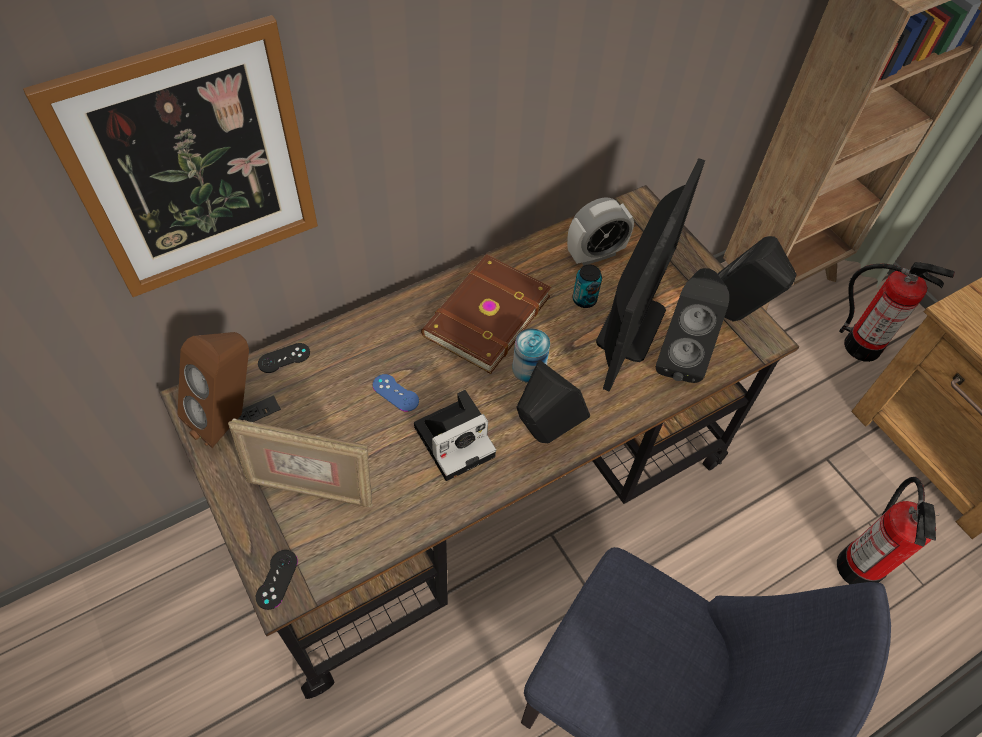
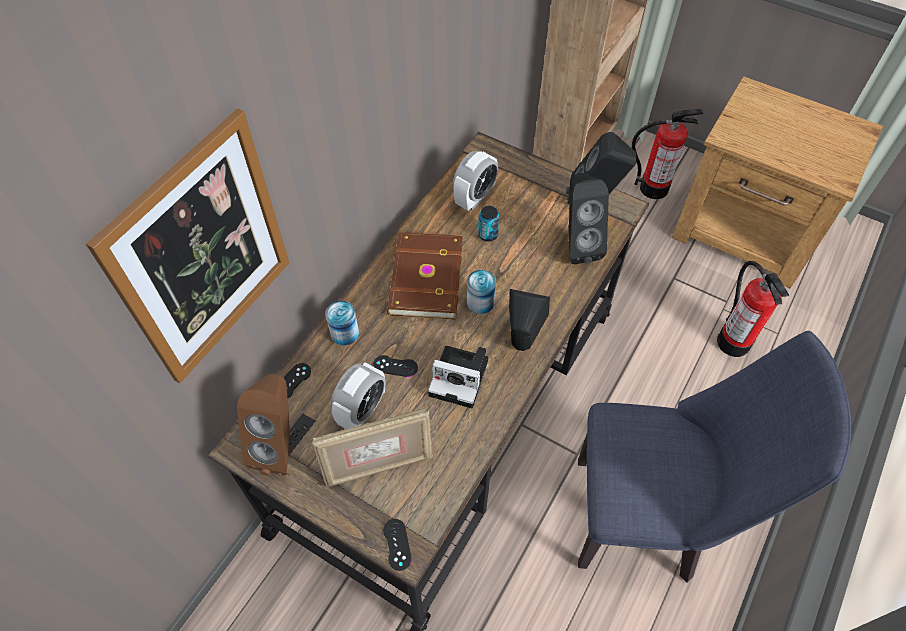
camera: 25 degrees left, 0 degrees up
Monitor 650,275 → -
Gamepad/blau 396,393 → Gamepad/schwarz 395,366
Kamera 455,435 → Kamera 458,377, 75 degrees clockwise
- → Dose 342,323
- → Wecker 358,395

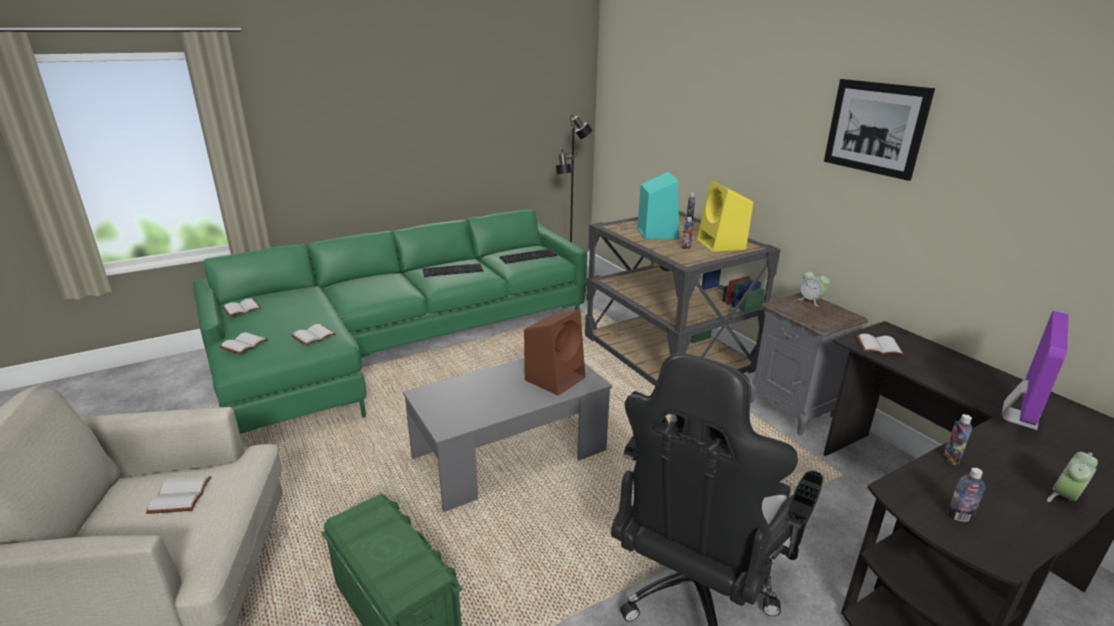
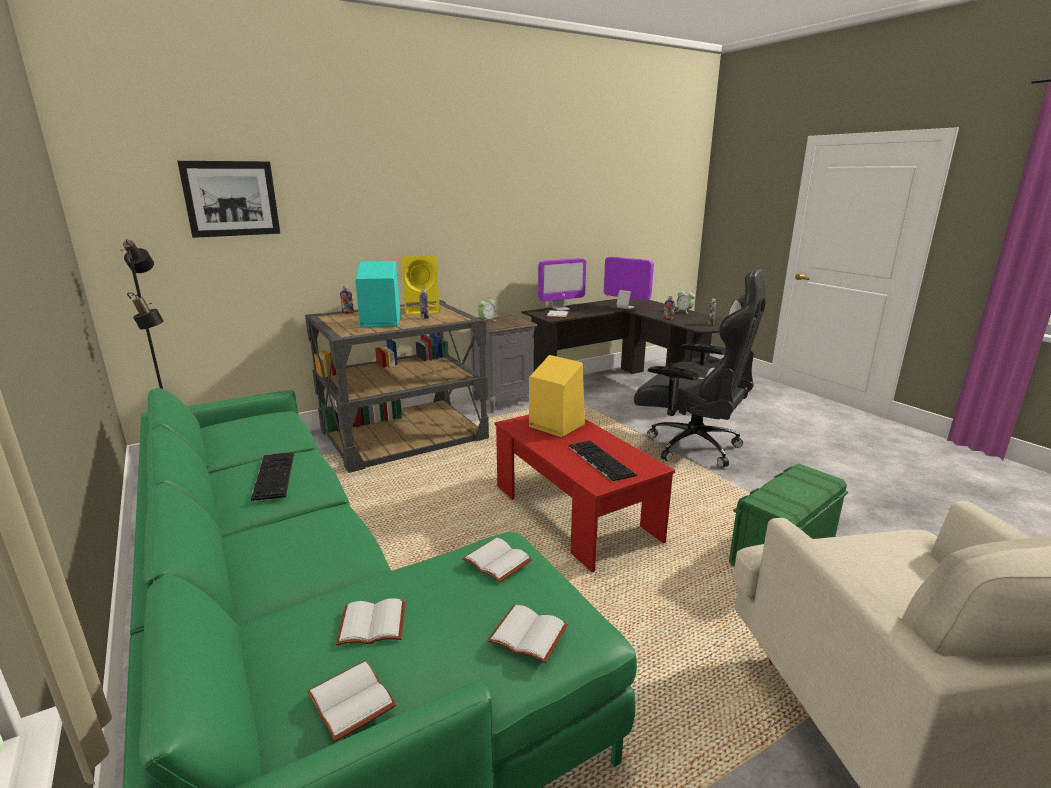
camera: 90 degrees left, 5 degrees down
Bild 879,130 → Bild 228,199, shifted
Tastatur 528,256 → Tastatur 603,461, shifted
Lautsprecher/braun 554,352 → Lautsprecher/gelb 557,396
Couchtisch/grau 507,435 → Couchtisch/rot 585,494
Buch/weiß 178,495 → Buch/weiß 370,621, shifted
- → Monitor 562,284

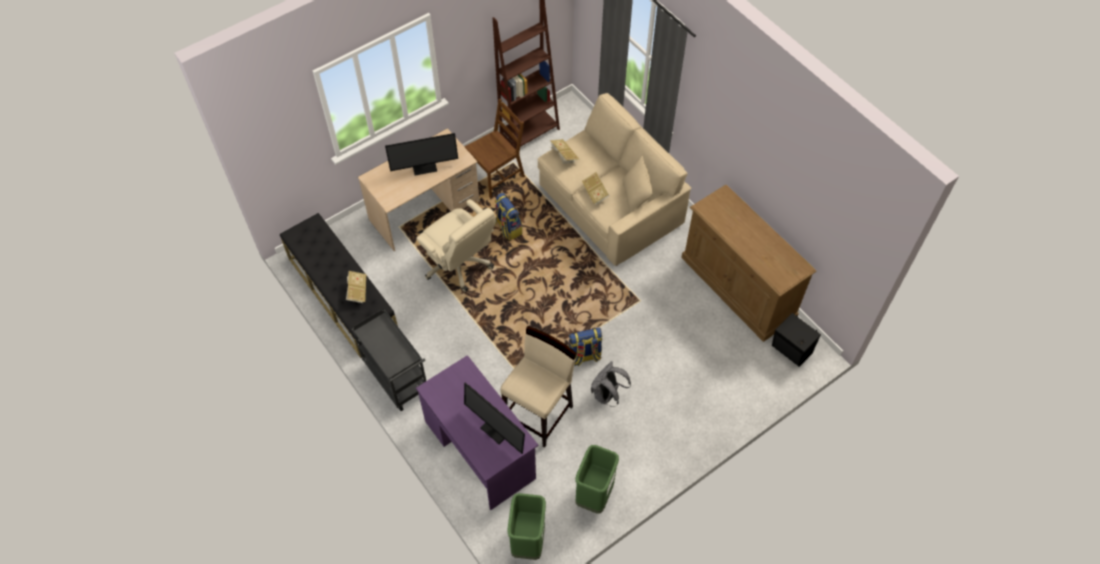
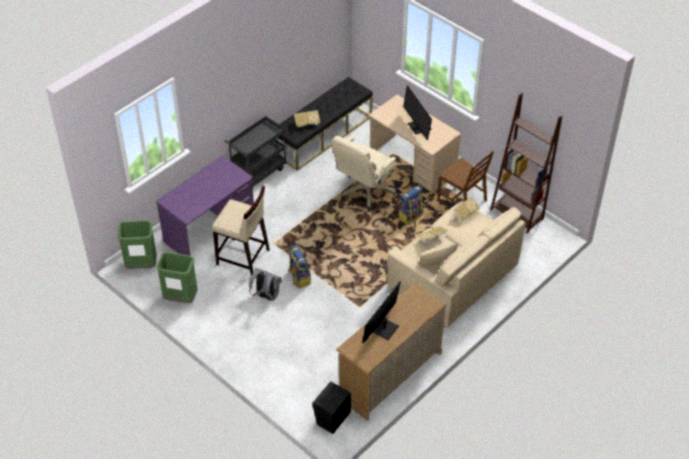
camera: 80 degrees right, 10 degrees down
Monitor 494,418 → Monitor 381,312, shifted

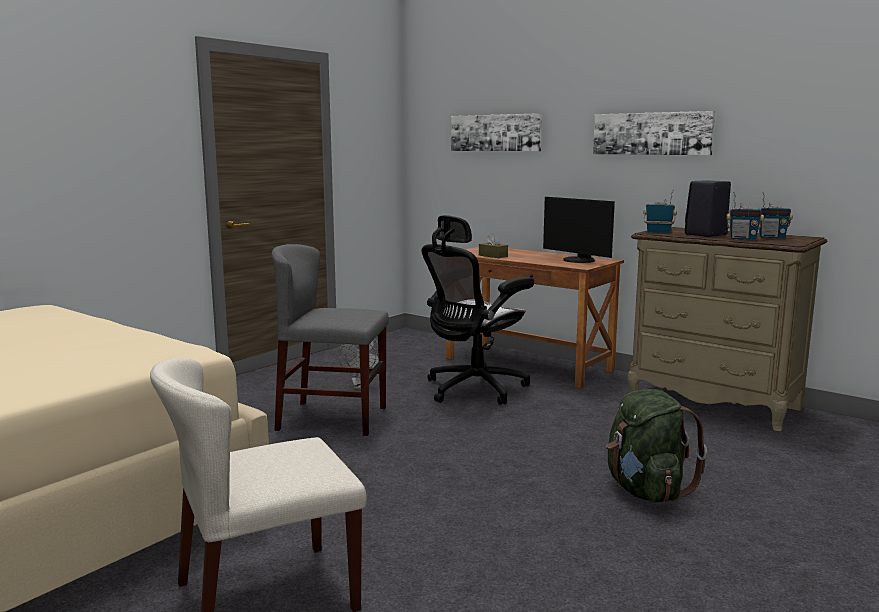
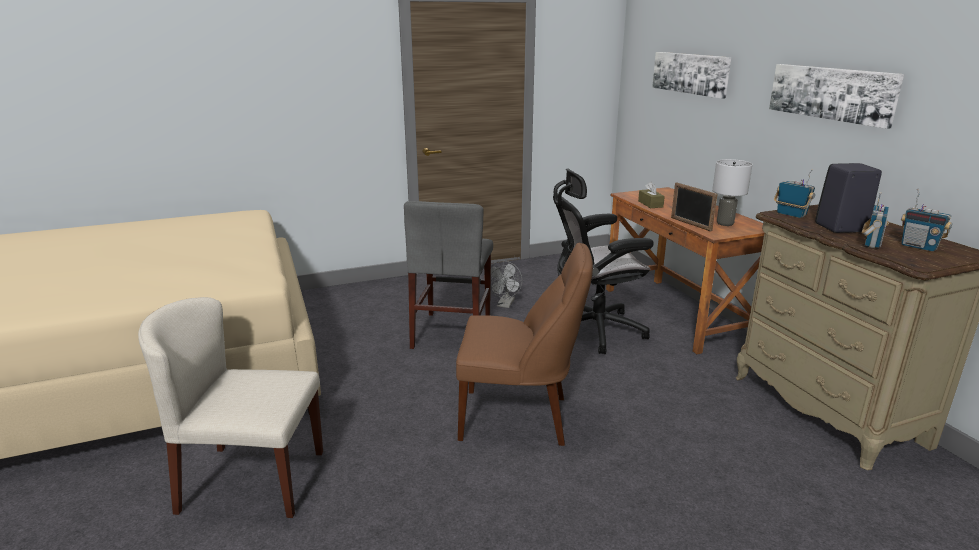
camera: 30 degrees right, 10 degrees up
Radio 745,216 → Radio 875,220, 105 degrees counterclockwise
Monitor 579,230 → Tischlampe/weiß 732,192
Stuhl/grau 330,340 → Stuhl/grau 448,275, 120 degrees counterclockwise
Rucksack/grün 656,445 → -
- → Bilderrahmen 694,207
- → Stuhl/braun 524,344

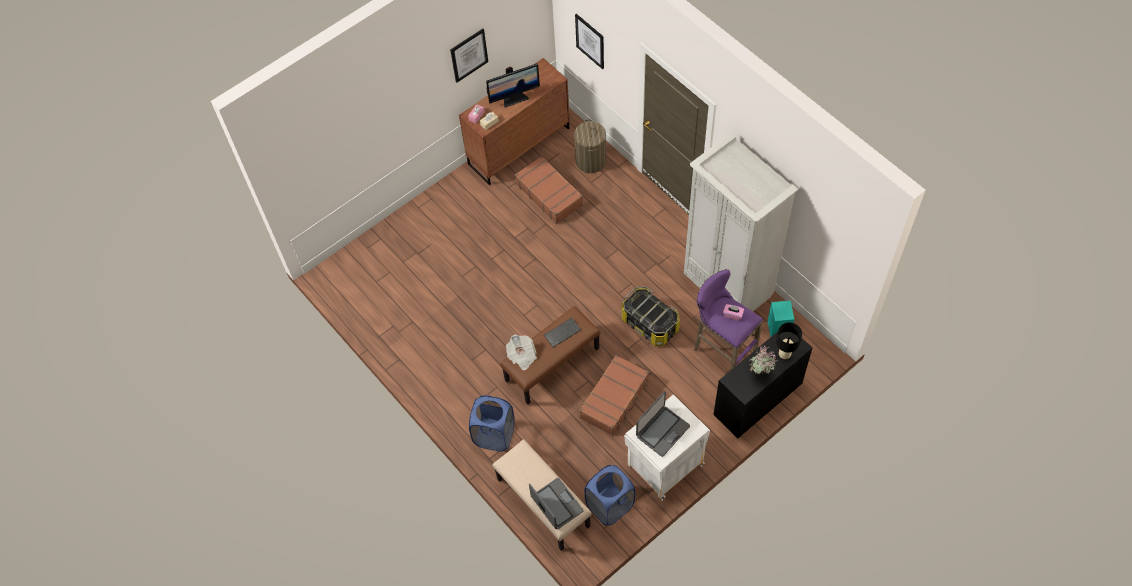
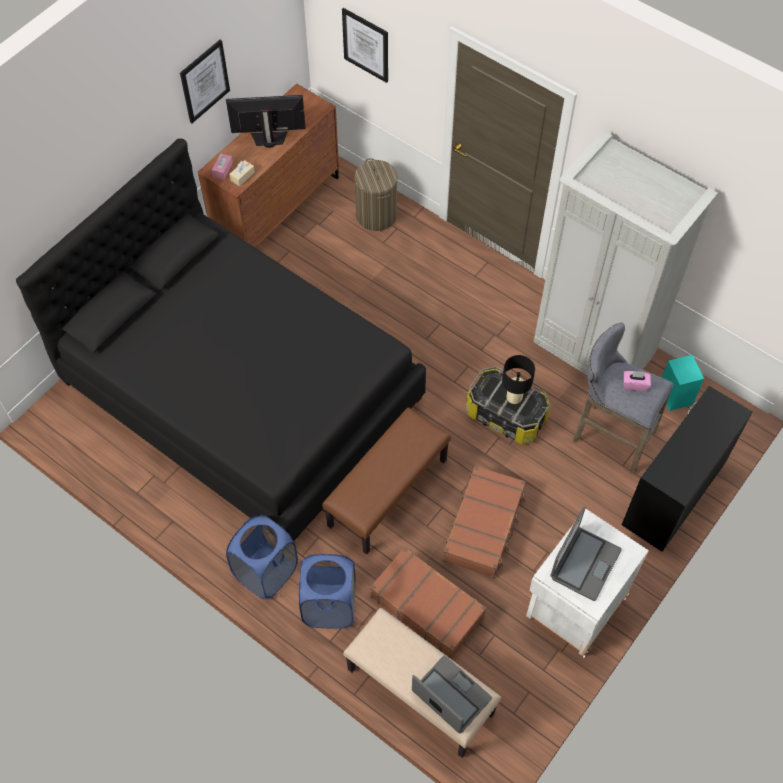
camera: 15 degrees left, 0 degrees up
Monitor 513,86 → Monitor 266,121, 150 degrees counterclockwise
Koffer/braun 549,190 → Koffer/braun 428,603, shifted
Hocker/lila 728,320 → Hocker/grau 623,398
Tastatur 562,332 → -
Tischlampe/schwarz 789,341 → Tischlampe/schwarz 518,380, shifted
Zeitung 521,352 → -
Topfpflanze 763,360 → -
Wäschekorb/blau 609,495 → Wäschekorb/blau 262,557, shifted
- → Bett/schwarz 221,339

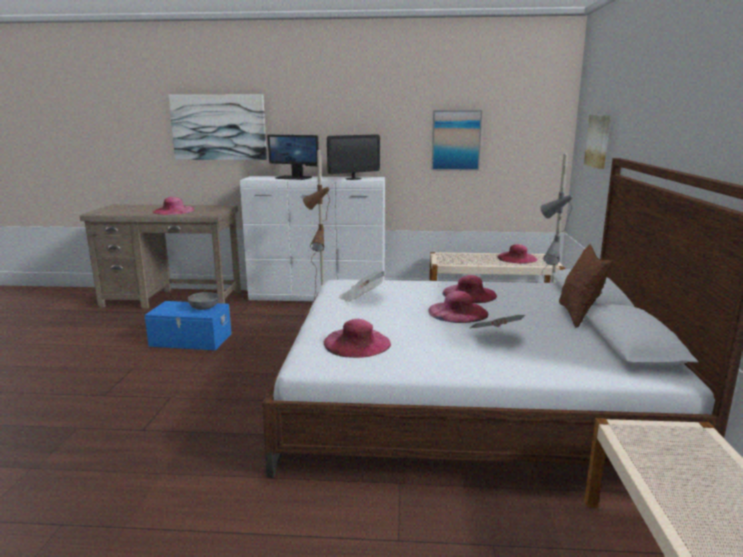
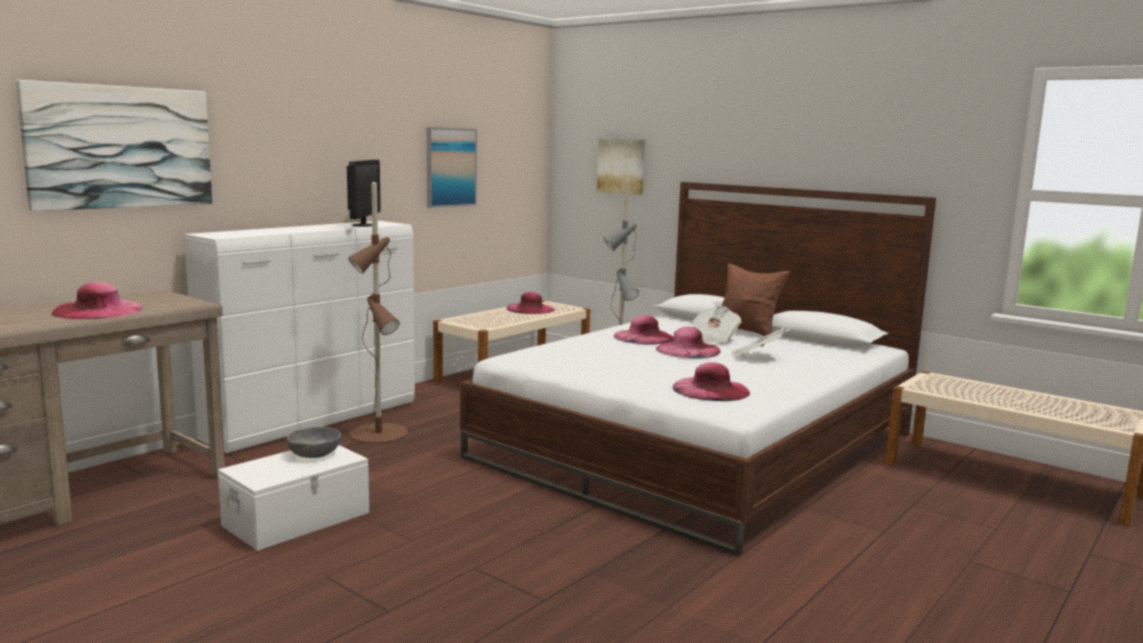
camera: 55 degrees left, 5 degrees down
Monitor 293,157 → -
Zeitung 363,286 → Zeitung 716,324, shifted
Aufbewahrungsbox/blau 188,325 → Aufbewahrungsbox/weiß 293,498

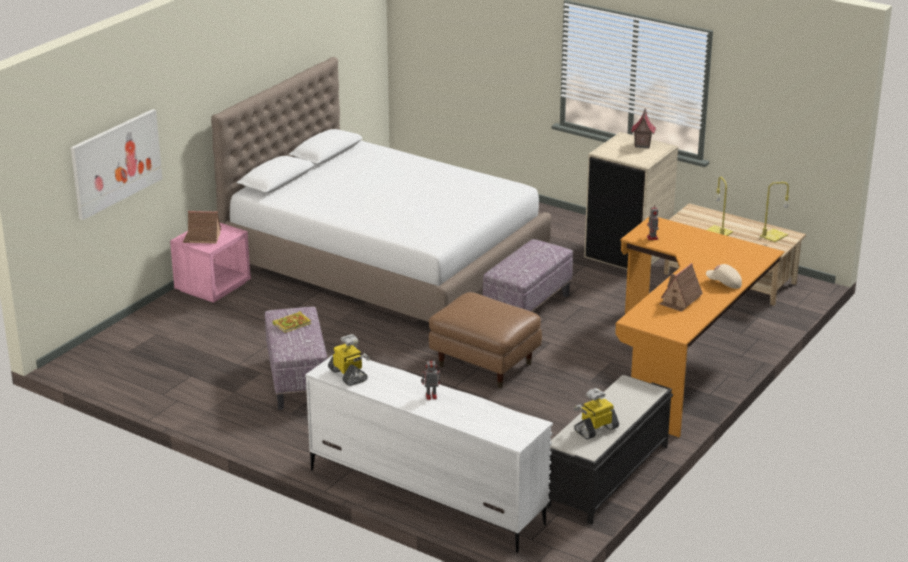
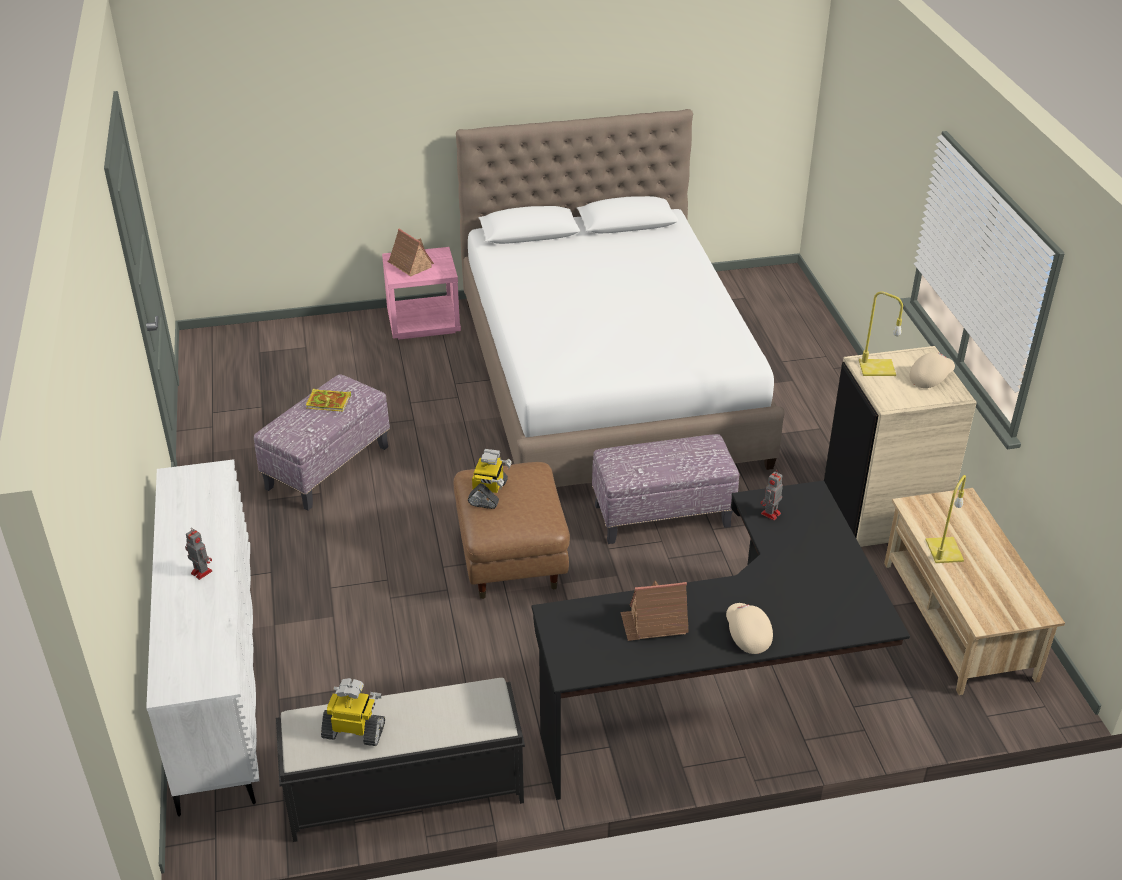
camera: 45 degrees right, 10 degrees up
Spielzeughaus 643,128 → Kappe/beige 932,370
Bild 116,164 → -
Tischlampe/gelb 774,212 → Tischlampe/gelb 881,333, shifted
Schreibtisch/orange 699,327 → Schreibtisch/schwarz 721,640
Spielzeugroboter 349,360 → Spielzeugroboter 490,479, shifted

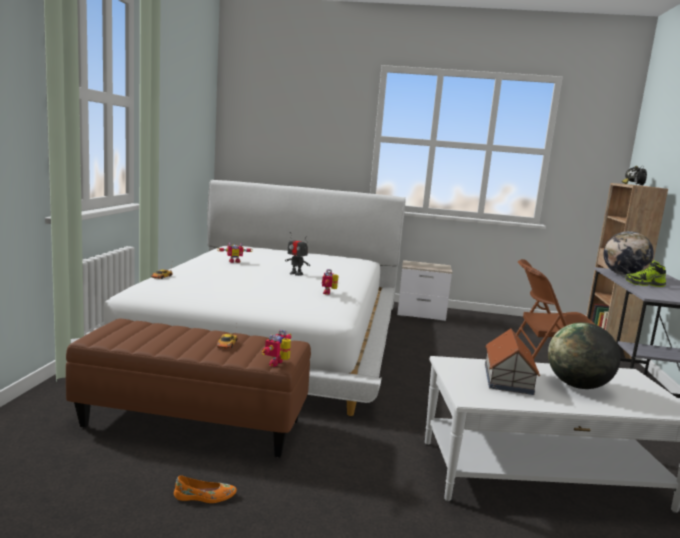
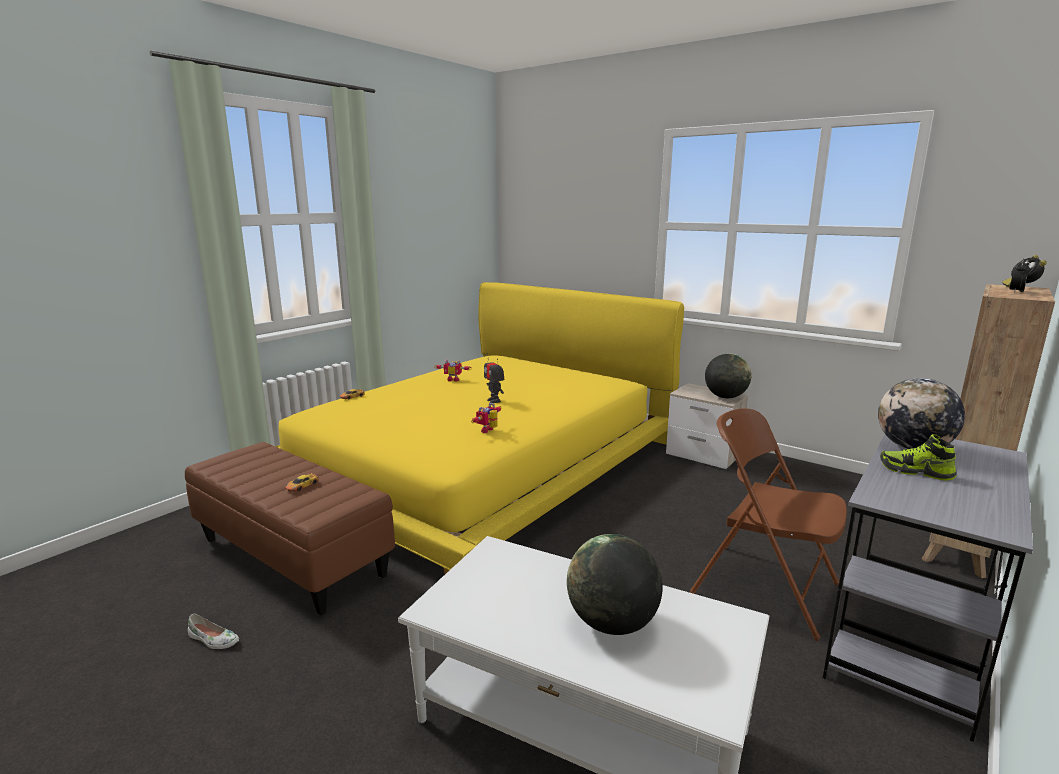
camera: 30 degrees right, 5 degrees up
Bett/weiß 238,298 → Bett/gelb 479,428
Spielzeugroboter 276,348 → -
Spielzeughaus 512,362 → -
Schuh/orange 205,489 → Schuh/weiß 213,631
- → Globus 728,376

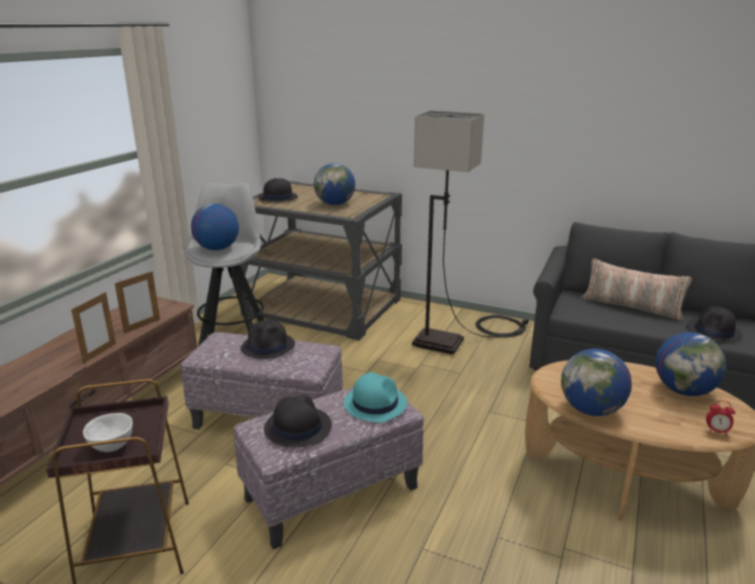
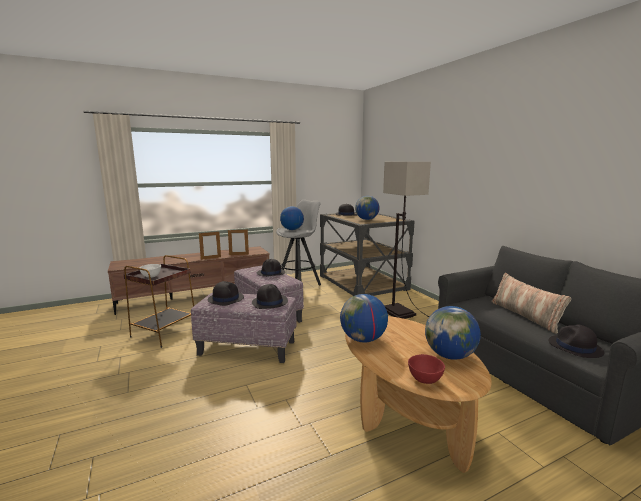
camera: 40 degrees right, 10 degrees down
Hut/türkis 375,397 → Hut/schwarz 270,296
Wecker 720,418 → Schüssel/rot 426,369

